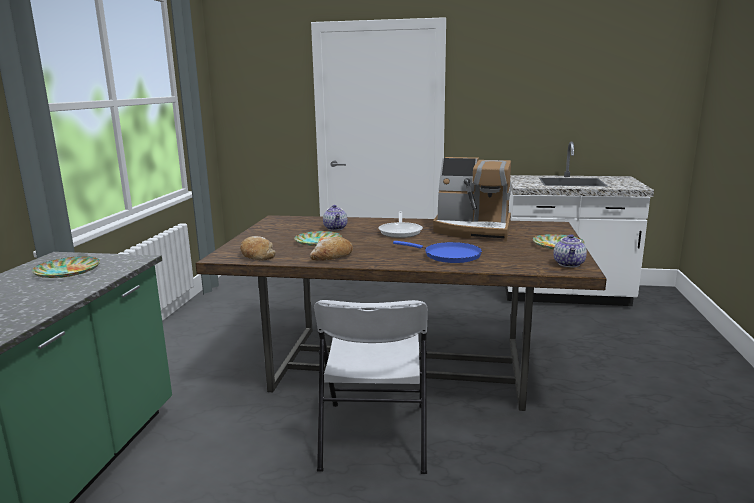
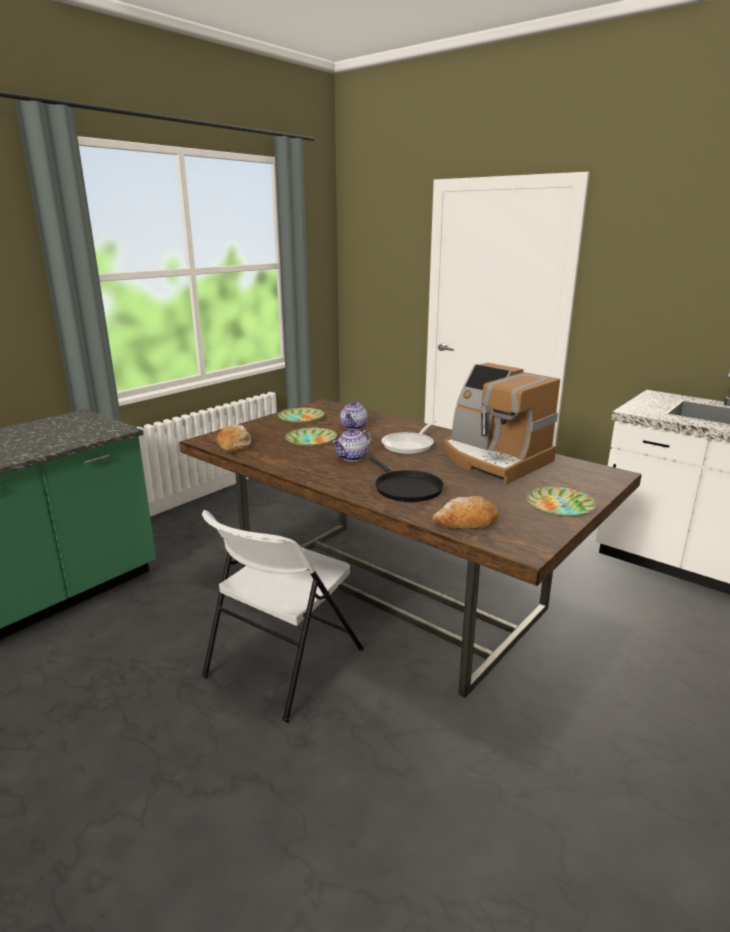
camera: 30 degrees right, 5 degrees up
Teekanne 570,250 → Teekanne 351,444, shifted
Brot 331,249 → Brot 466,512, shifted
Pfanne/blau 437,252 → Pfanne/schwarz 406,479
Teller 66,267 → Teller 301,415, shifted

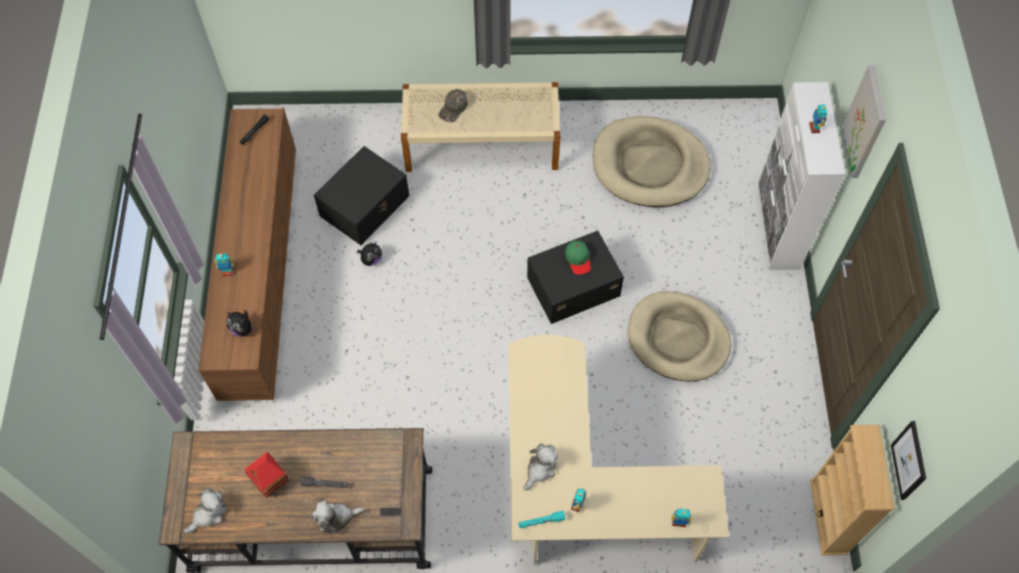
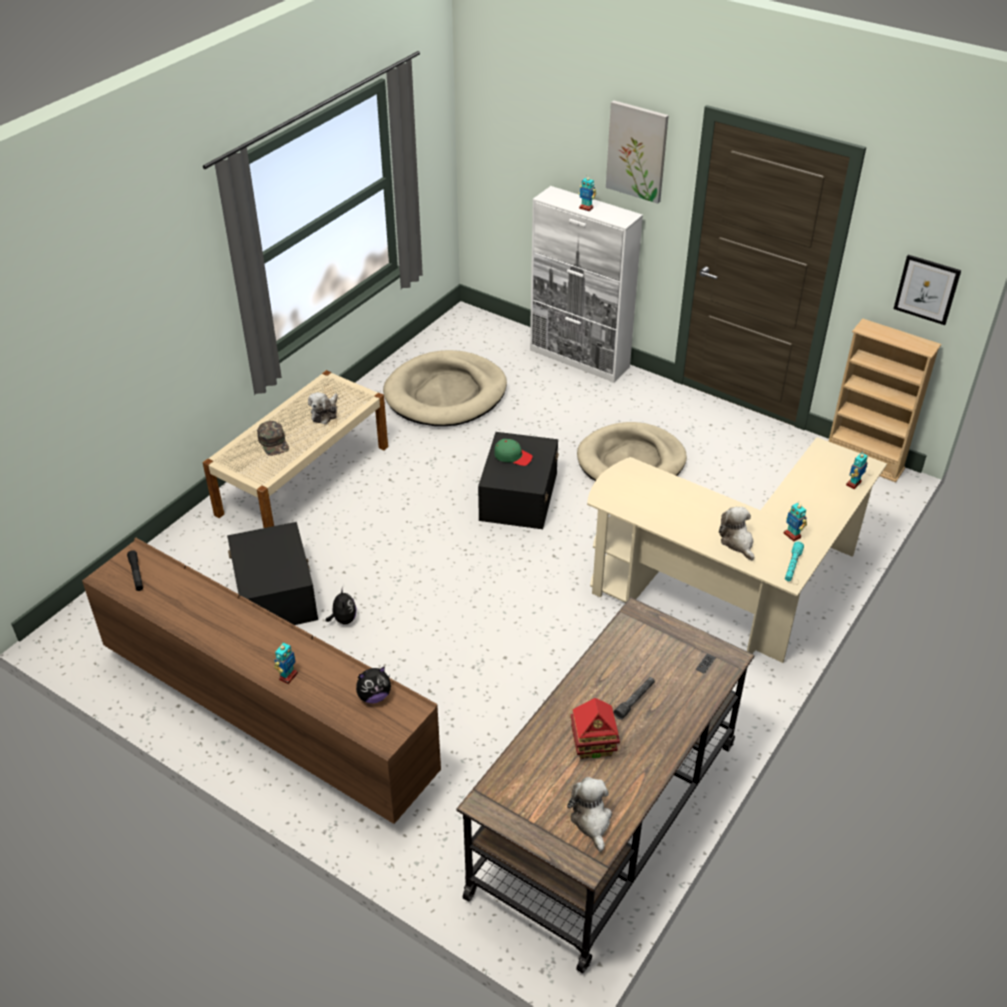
camera: 55 degrees left, 20 degrees down
Plüschtier 338,516 → Plüschtier 323,408, shifted

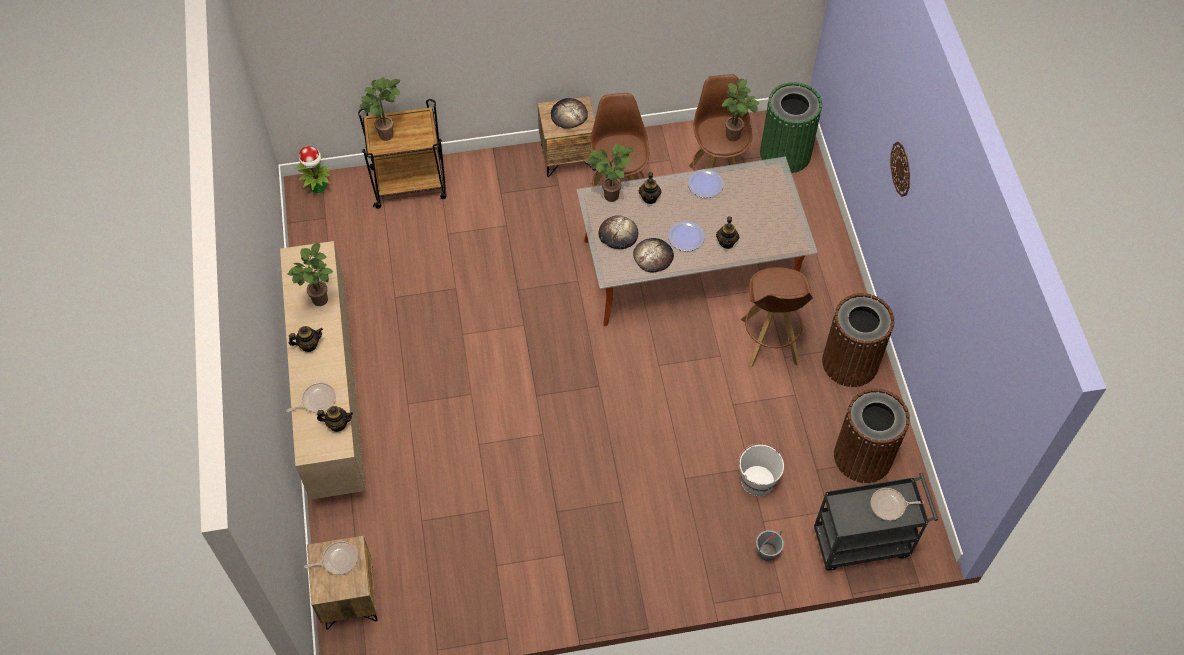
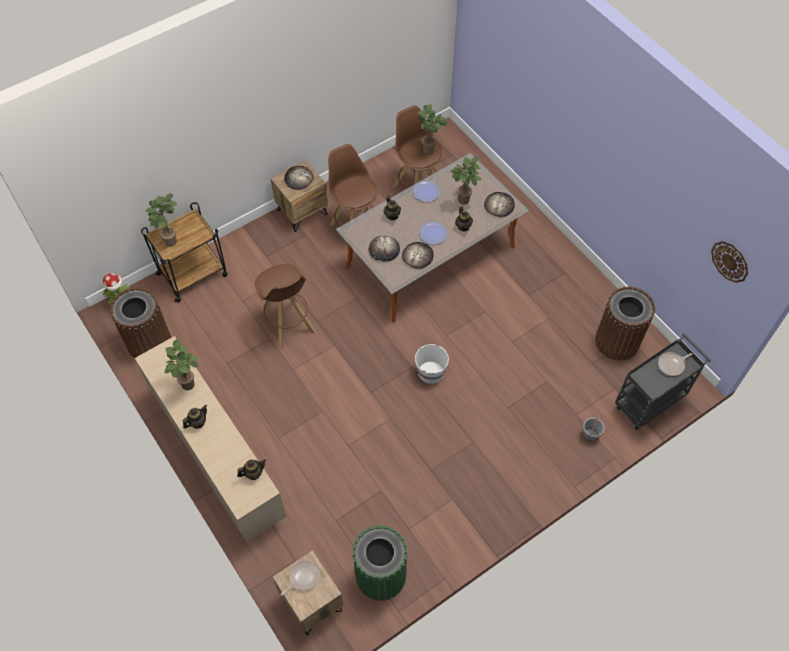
camera: 25 degrees left, 0 degrees up
Mülleimer/grün 791,127 → Mülleimer/grün 380,563, shifted
Wanduhr 900,169 → Wanduhr 729,262, shifted
Topfpflanze 610,172 → Topfpflanze 466,181, shifted
Hocker/braun 777,318 → Hocker/braun 285,306, shifted
Mülleimer/braun 858,340 → Mülleimer/braun 140,322, shifted
Pfanne 311,398 → -
Eimer/weiß 761,469 → Eimer/weiß 431,363, shifted
- → Brot 499,204

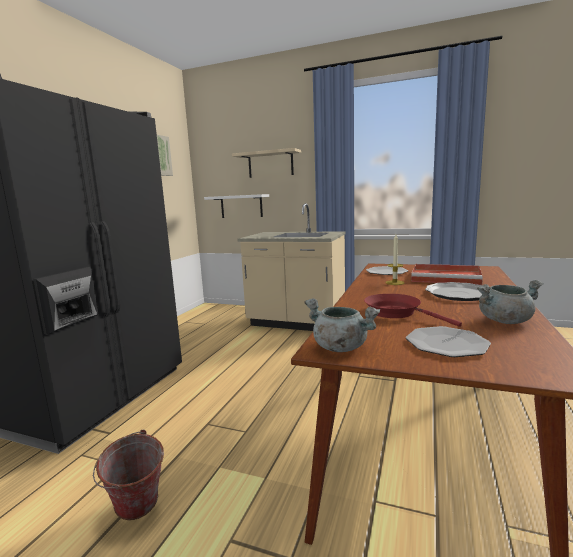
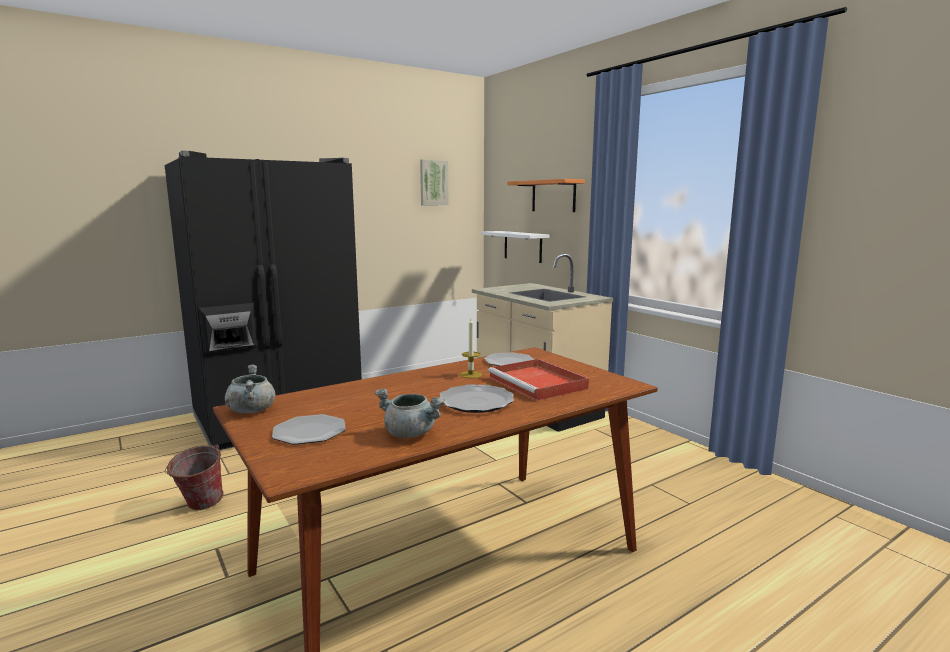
camera: 35 degrees right, 0 degrees up
Wandregal/beige 266,163 → Wandregal/orange 546,195
Pfanne/rot 413,310 → -

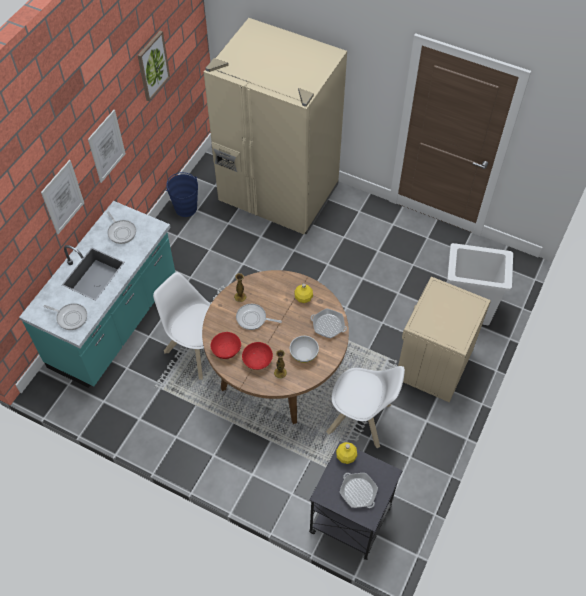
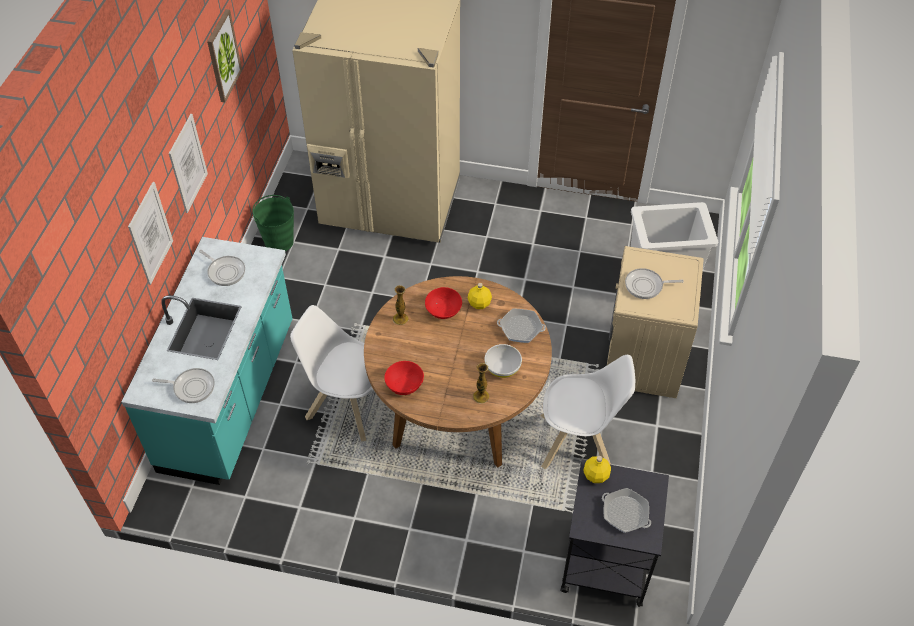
camera: 15 degrees left, 5 degrees down
Eimer/blau 182,194 → Eimer/grün 273,223
Pfanne 259,317 → Pfanne 654,283, shifted
Schüssel/rot 257,356 → Schüssel/rot 443,303, shifted

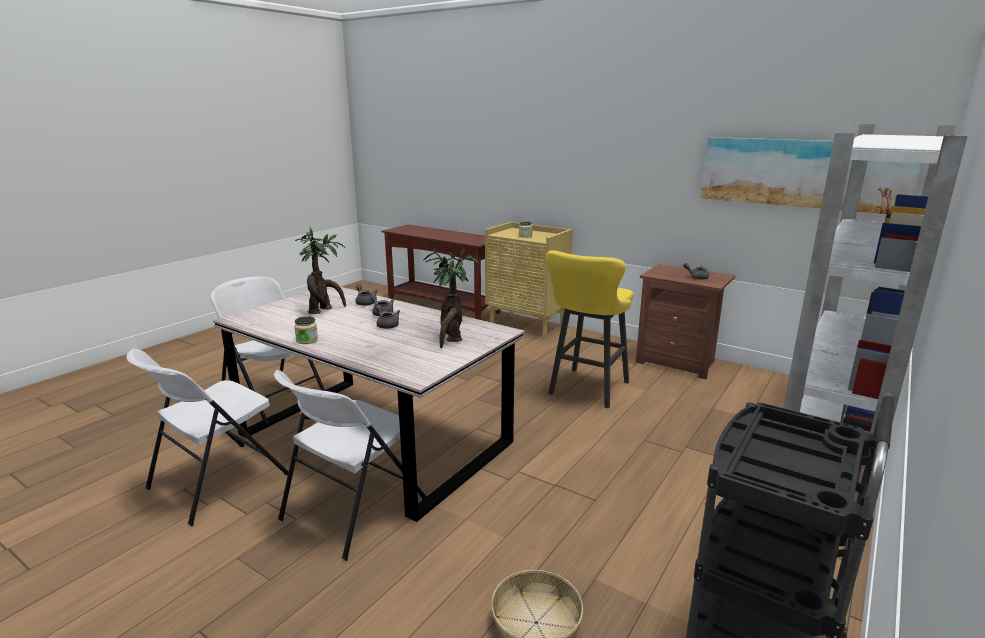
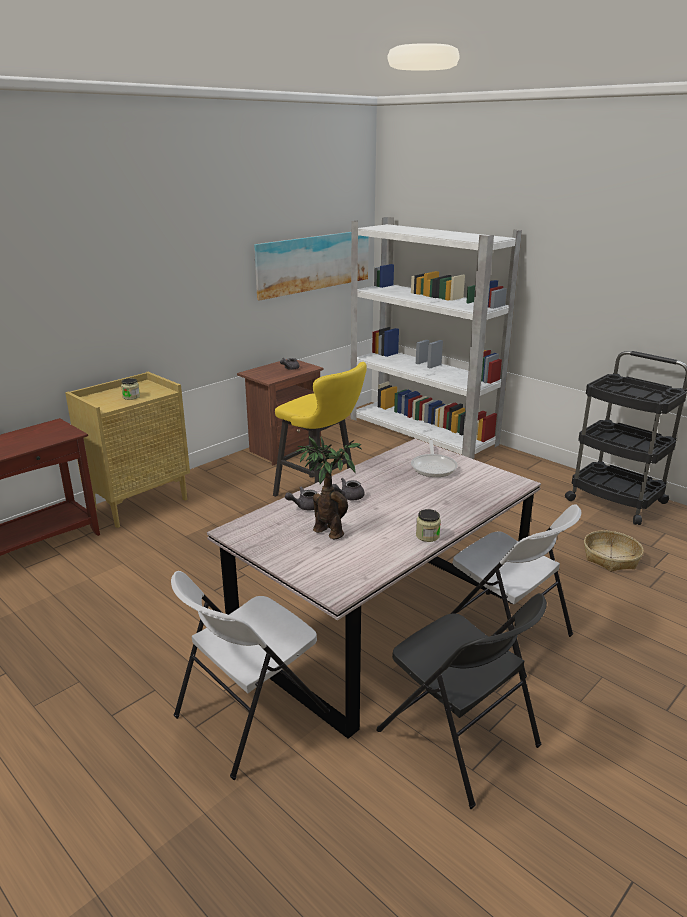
camera: 80 degrees left, 5 degrees up
Topfpflanze 452,298 → Pfanne 434,457
Teekanne/grau 387,316 → -
Stuhl/weiß 207,437 → Stuhl/schwarz 461,701

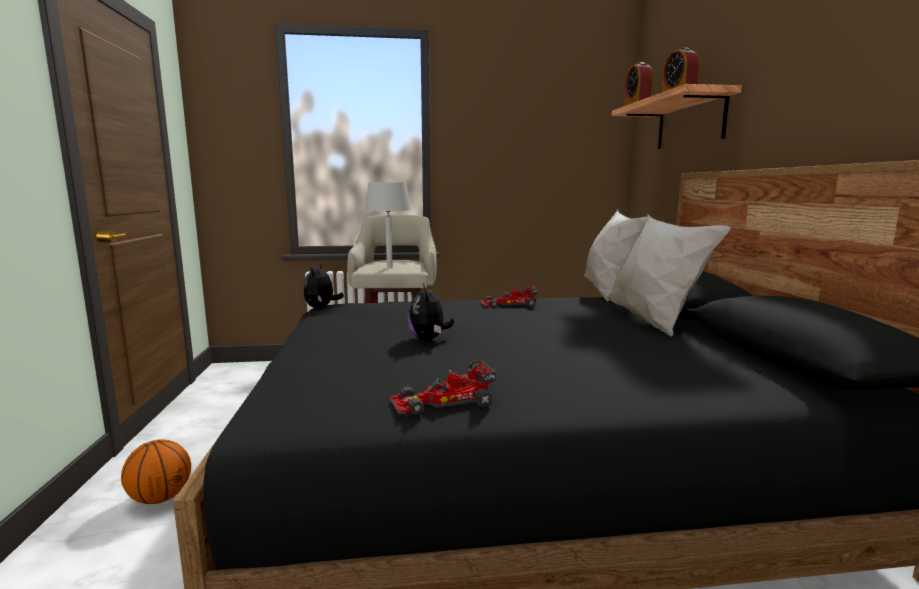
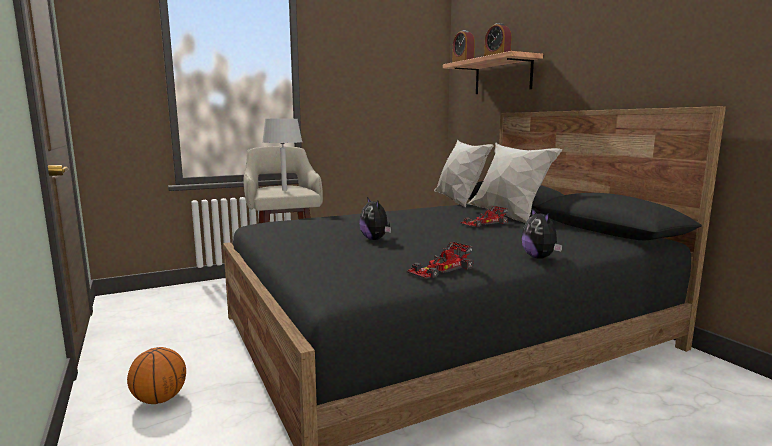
camera: 20 degrees left, 0 degrees up
Plüschtier 323,286 → Plüschtier 542,233, shifted
Spielzeugauto 509,296 → Spielzeugauto 484,216, shifted

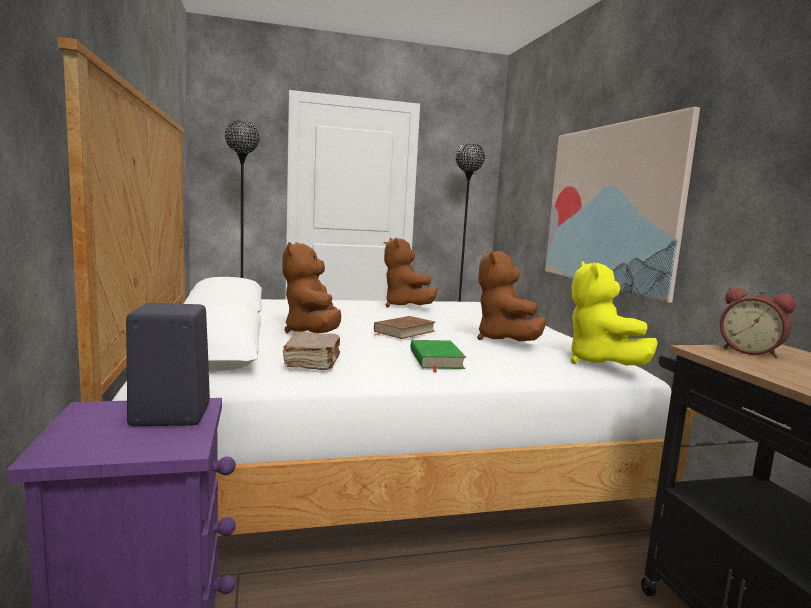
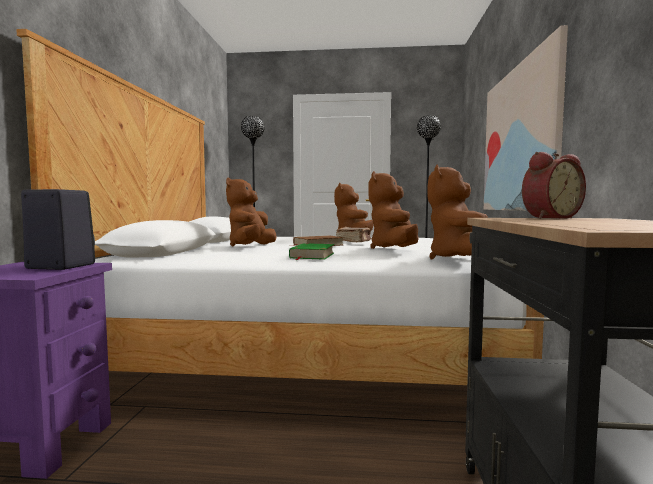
camera: 20 degrees right, 5 degrees down
Plüschtier/gelb 614,313 → Plüschtier/braun 458,212
Wecker 758,322 → Wecker 554,185, 90 degrees counterclockwise
Buch/braun 311,351 → Buch/braun 353,234, shifted

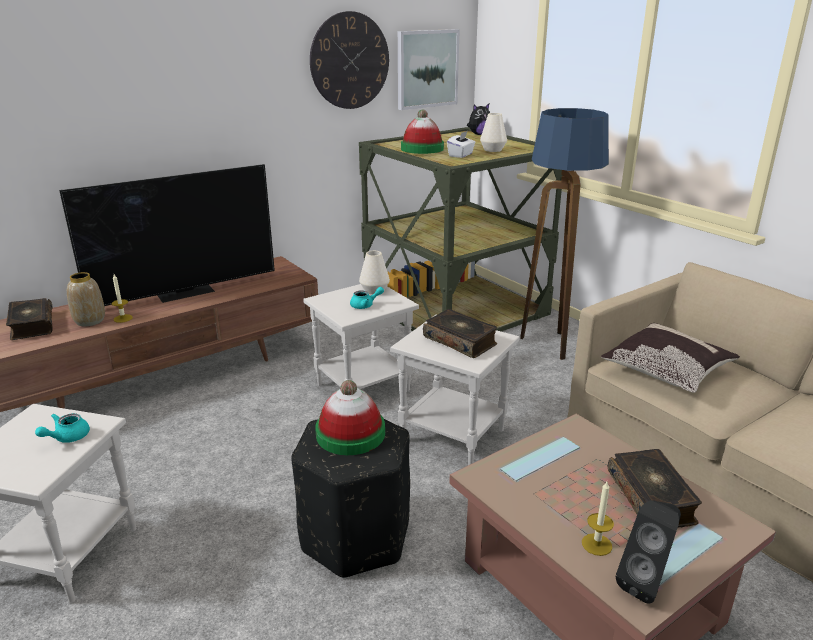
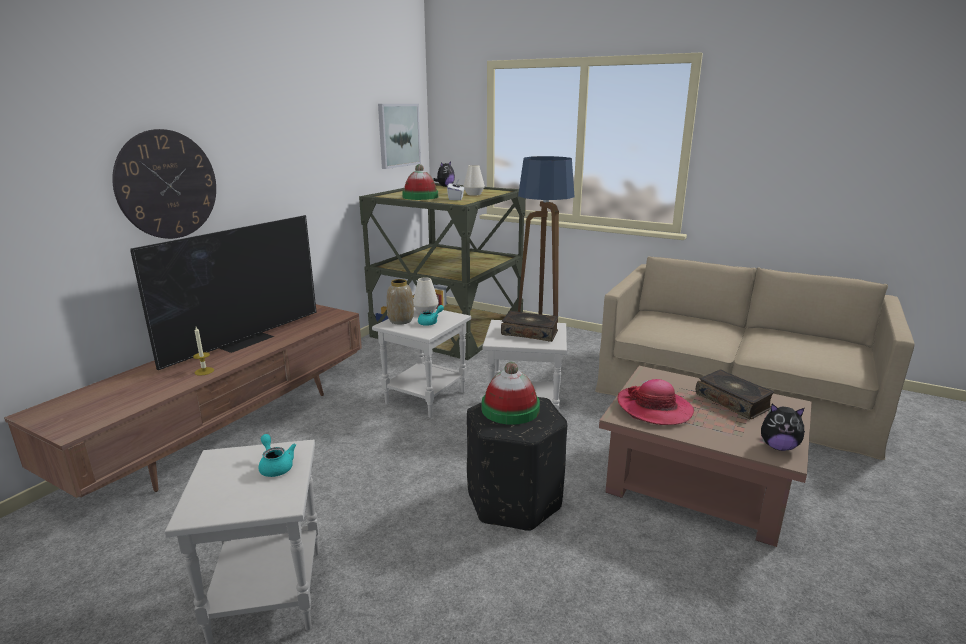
camera: 25 degrees left, 5 degrees down
Wanduhr 349,60 → Wanduhr 164,184, shifted
Vase 86,299 → Vase 400,302, shifted
Buch 29,319 → -
Kissen 670,358 → -
Teekanne/türkis 62,428 → Teekanne/türkis 277,455, 135 degrees clockwise
Kerze 598,519 → -
Lautsprecher/schwarz 648,552 → Plüschtier 783,427
- → Hut 655,402

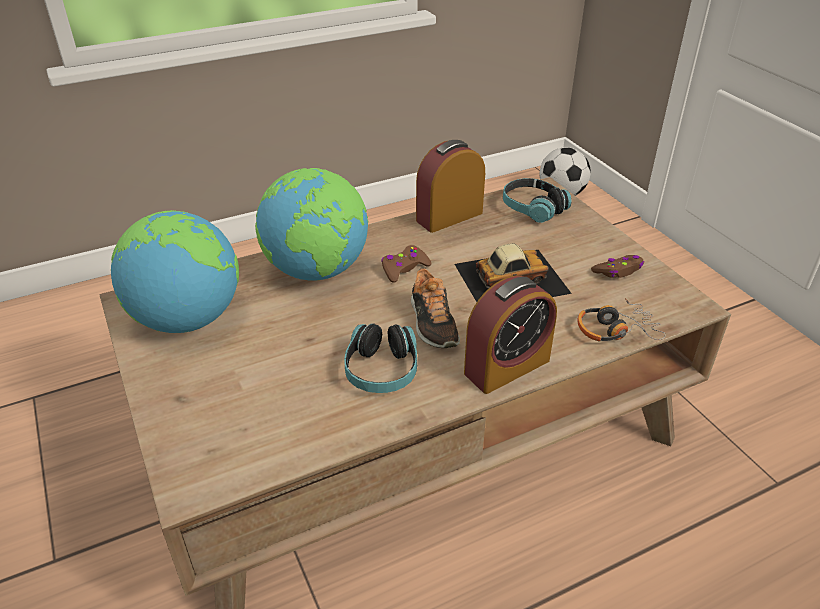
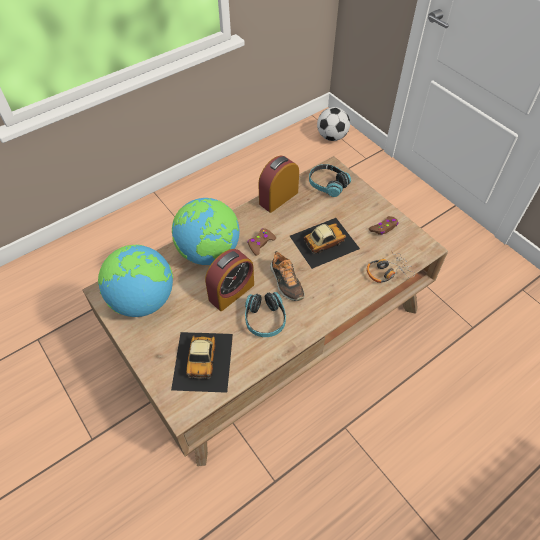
camera: 10 degrees left, 15 degrees up
Wecker 510,335 → Wecker 229,280, shifted
- → Spielzeugauto 202,362

